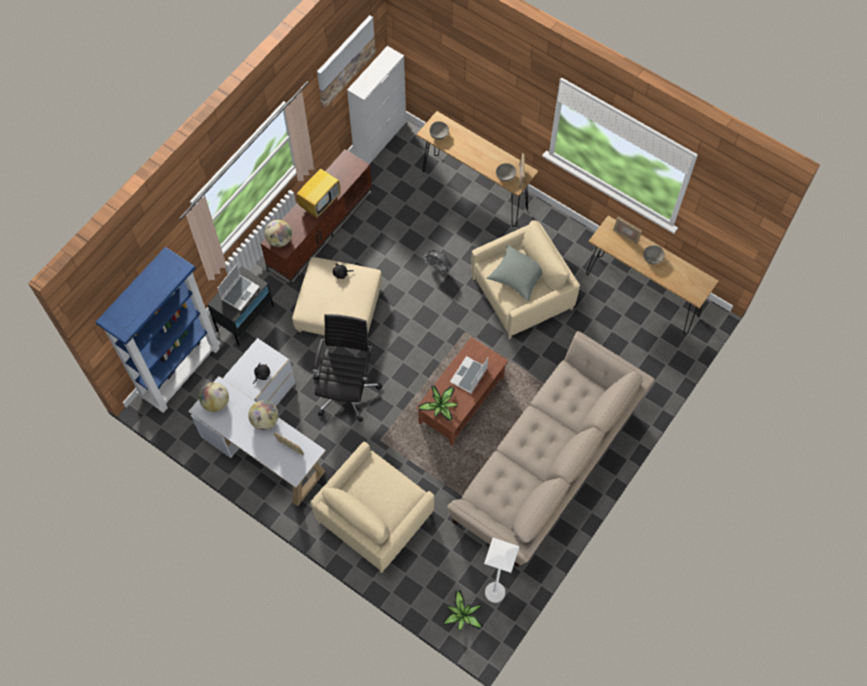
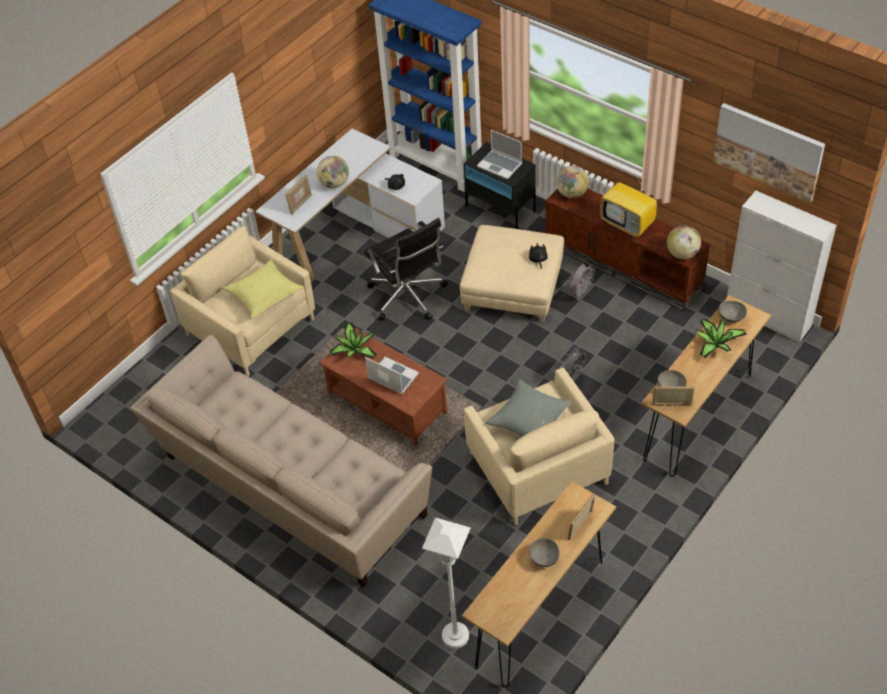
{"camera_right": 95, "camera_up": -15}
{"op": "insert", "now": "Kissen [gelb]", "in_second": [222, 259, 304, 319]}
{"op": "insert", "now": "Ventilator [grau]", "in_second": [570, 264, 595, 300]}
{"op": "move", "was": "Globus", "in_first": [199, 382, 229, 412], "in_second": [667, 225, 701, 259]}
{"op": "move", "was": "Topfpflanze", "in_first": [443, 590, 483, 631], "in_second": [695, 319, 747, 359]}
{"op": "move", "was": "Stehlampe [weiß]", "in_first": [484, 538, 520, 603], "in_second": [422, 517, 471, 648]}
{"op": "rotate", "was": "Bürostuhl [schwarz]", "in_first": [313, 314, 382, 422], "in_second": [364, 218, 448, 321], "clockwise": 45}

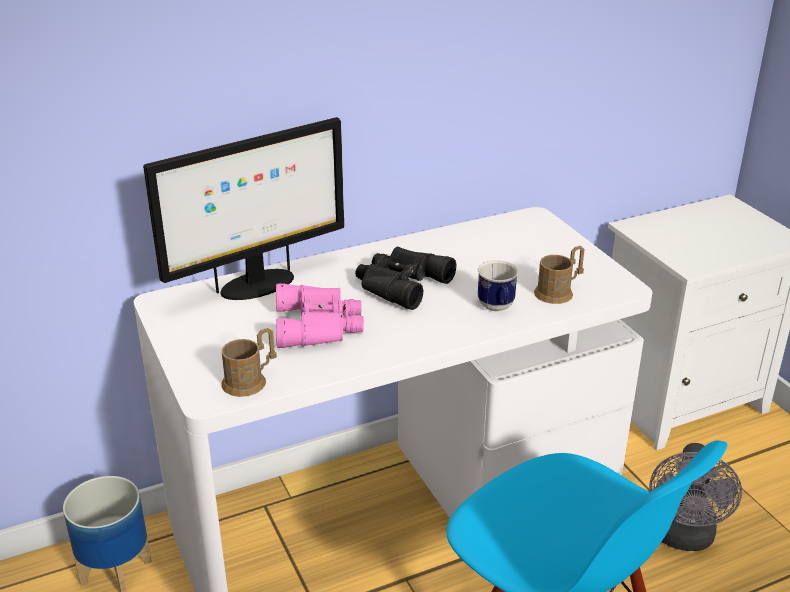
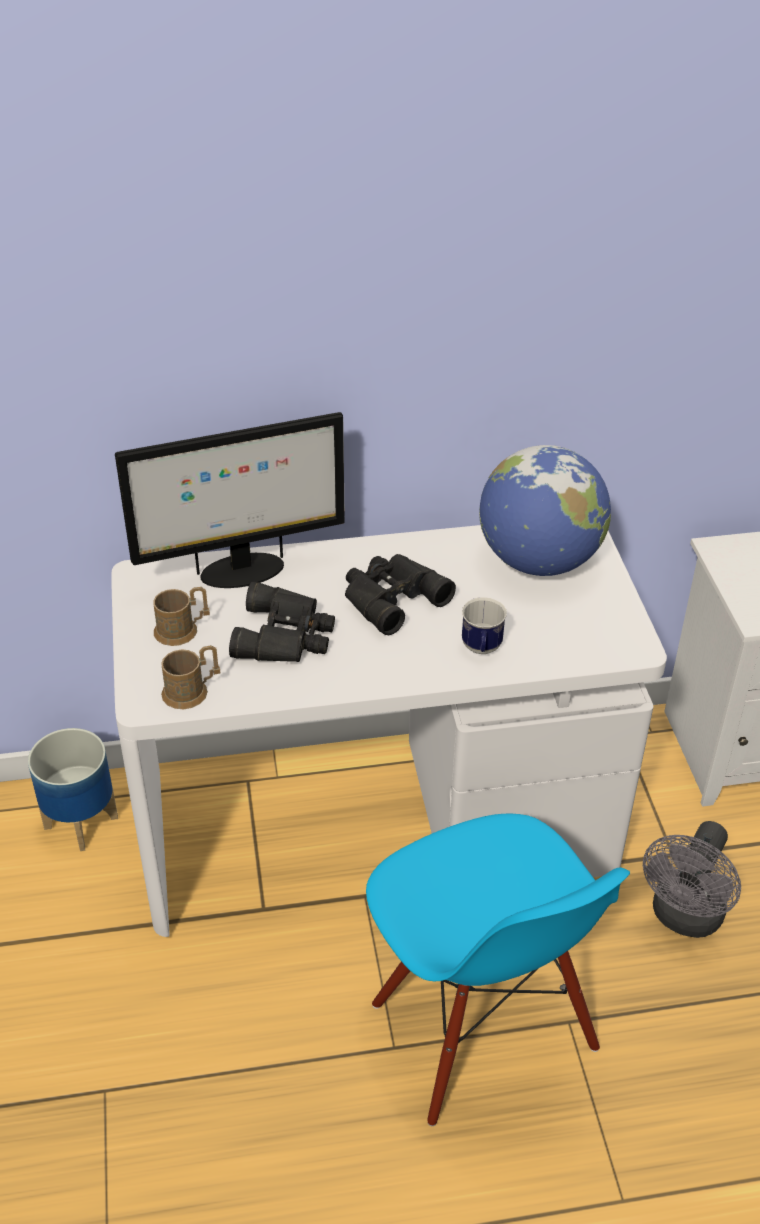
{"camera_right": 15, "camera_up": 10}
{"op": "insert", "now": "Globus", "in_second": [479, 445, 611, 576]}
{"op": "move", "was": "Henkelbecher [braun]", "in_first": [534, 246, 585, 304], "in_second": [153, 587, 210, 646]}
{"op": "recolor", "was": "Fernglas [rosa]", "now": "Fernglas [schwarz]", "in_first": [276, 283, 364, 348], "in_second": [229, 582, 335, 662]}

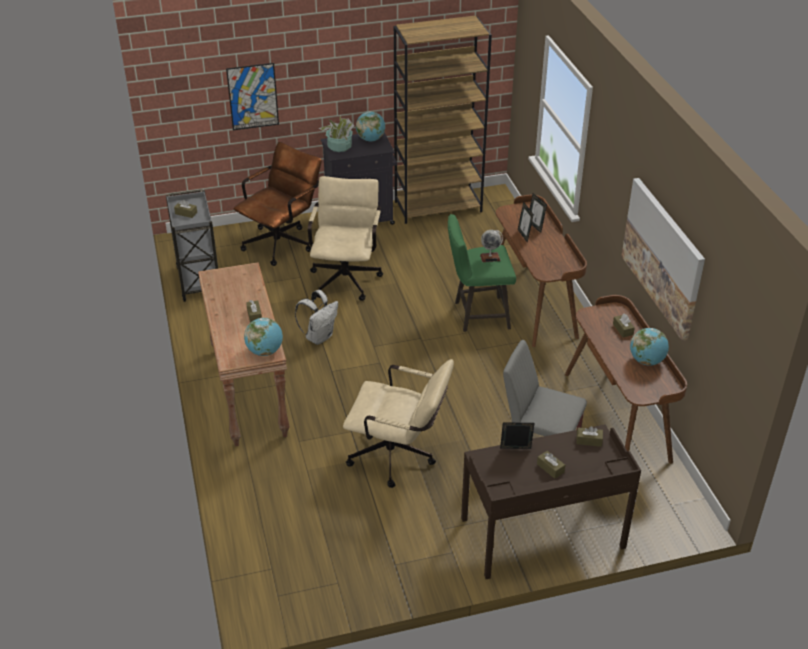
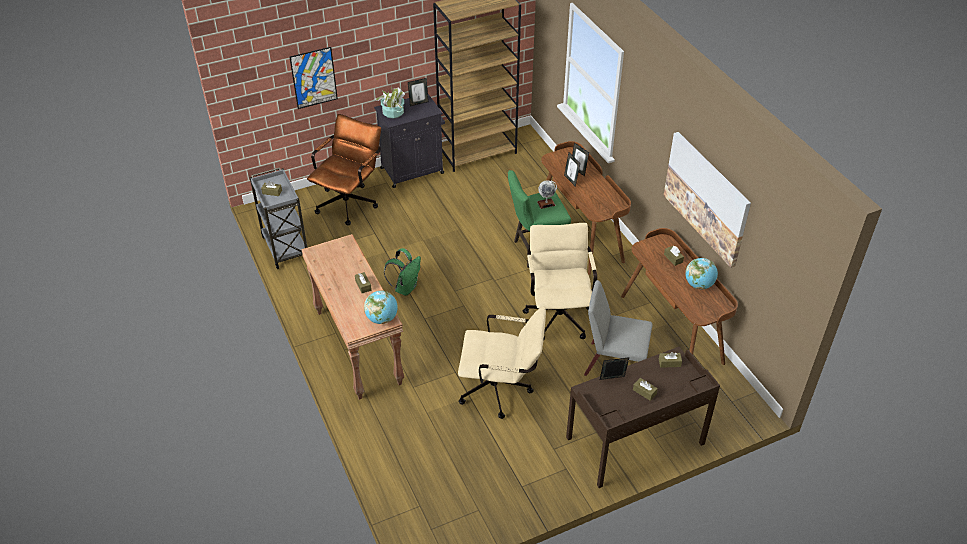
{"camera_right": -10, "camera_up": 5}
{"op": "move", "was": "Bürostuhl [beige]", "in_first": [308, 176, 383, 301], "in_second": [523, 223, 597, 341]}
{"op": "replace", "was": "Globus", "now": "Bilderrahmen", "in_first": [356, 111, 385, 141], "in_second": [408, 78, 429, 106]}
{"op": "recolor", "was": "Rucksack [weiß]", "now": "Rucksack [grün]", "in_first": [295, 290, 338, 345], "in_second": [384, 248, 421, 296]}

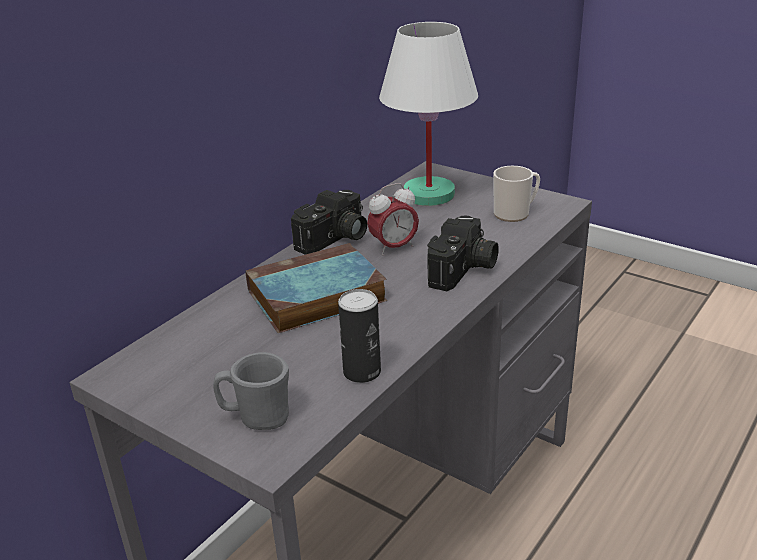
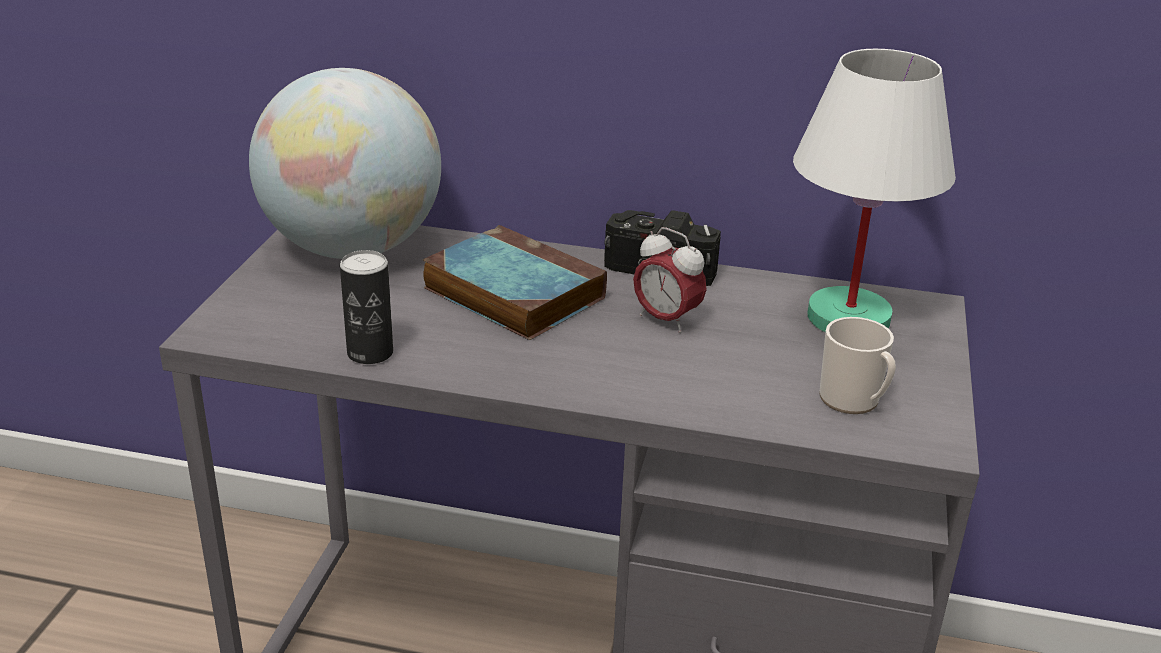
{"camera_right": 65, "camera_up": 0}
{"op": "delete", "was": "Henkelbecher [grau]", "in_first": [213, 352, 289, 430]}
{"op": "delete", "was": "Kamera", "in_first": [427, 215, 499, 291]}
{"op": "insert", "now": "Globus", "in_second": [249, 68, 441, 259]}

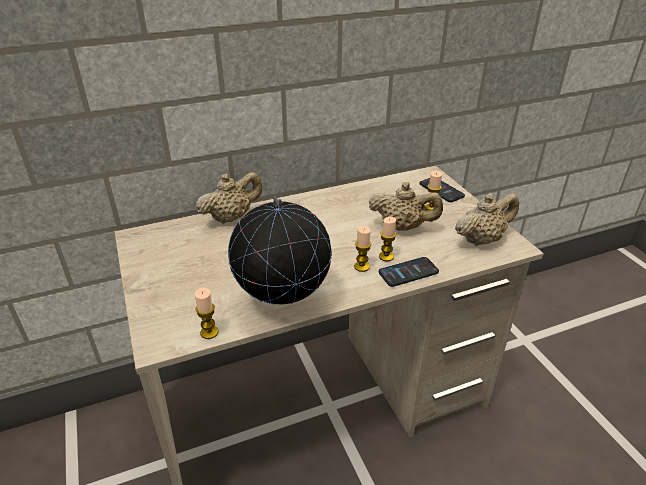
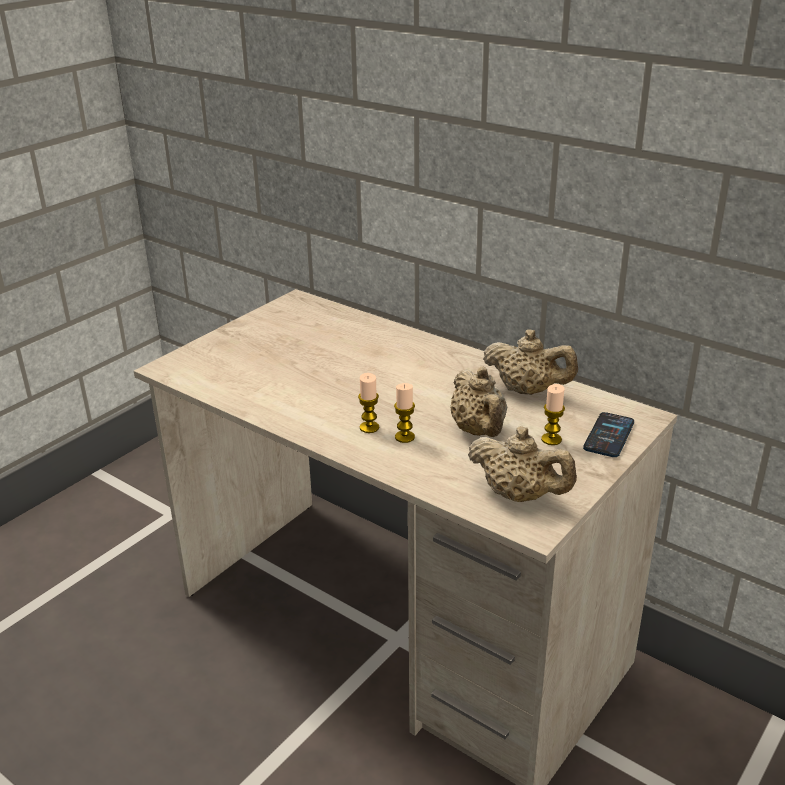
{"camera_right": 60, "camera_up": -5}
{"op": "delete", "was": "Kerze", "in_first": [195, 287, 218, 339]}
{"op": "delete", "was": "Globus", "in_first": [228, 196, 332, 305]}
{"op": "delete", "was": "Handy", "in_first": [379, 257, 439, 287]}
{"op": "move", "was": "Teekanne [beige]", "in_first": [196, 172, 262, 224], "in_second": [483, 329, 578, 395]}

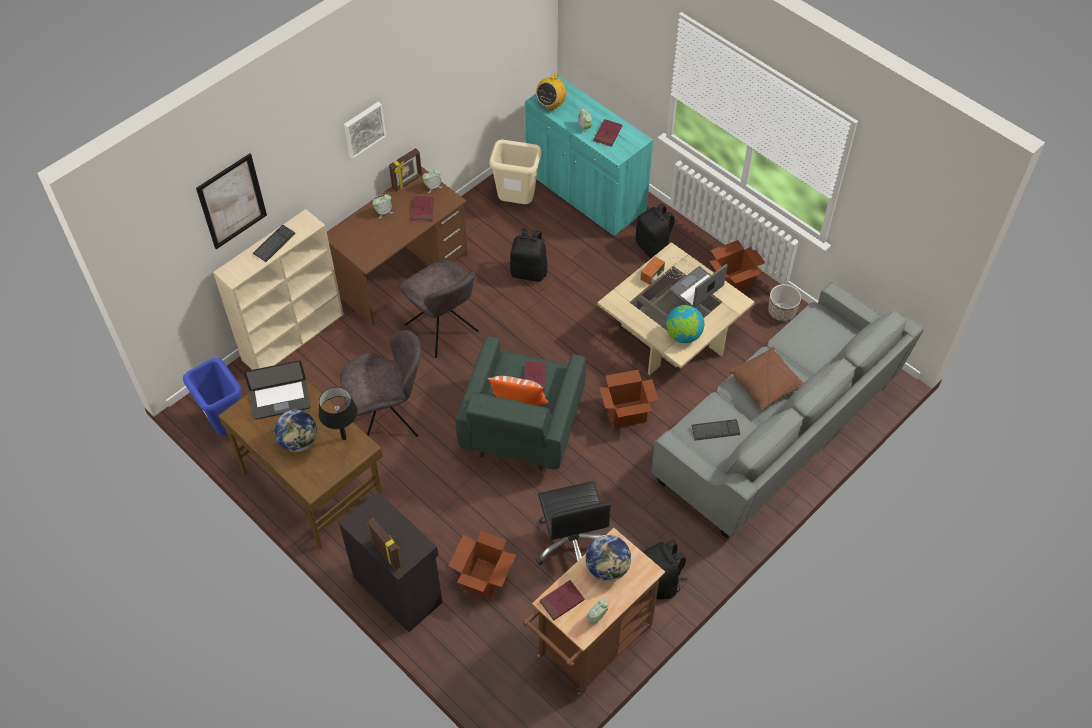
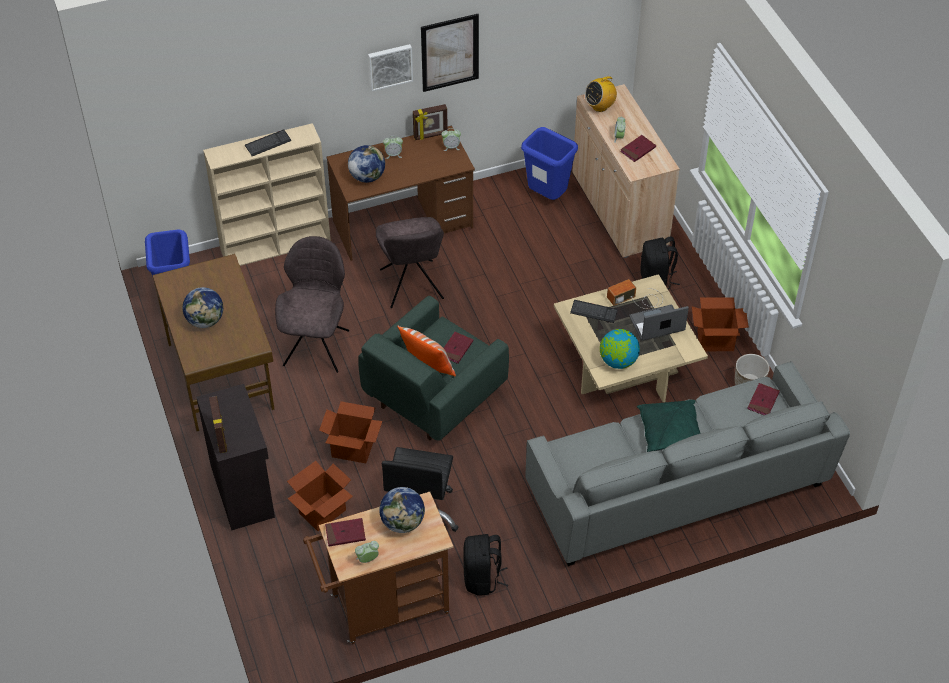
{"camera_right": 25, "camera_up": -5}
{"op": "delete", "was": "Laptop", "in_first": [244, 360, 311, 420]}
{"op": "delete", "was": "Tischlampe [schwarz]", "in_first": [318, 387, 358, 440]}
{"op": "delete", "was": "Rucksack [schwarz]", "in_first": [510, 228, 548, 282]}
{"op": "insert", "now": "Globus", "in_second": [348, 145, 385, 183]}
{"op": "move", "was": "Bild", "in_first": [196, 153, 267, 249], "in_second": [421, 14, 479, 92]}
{"op": "move", "was": "Buch [rot]", "in_first": [412, 196, 434, 222], "in_second": [747, 383, 780, 415]}
{"op": "move", "was": "Karton", "in_first": [599, 370, 659, 428], "in_second": [319, 401, 382, 463]}
{"op": "move", "was": "Tastatur", "in_first": [692, 419, 740, 441], "in_second": [570, 300, 618, 323]}
{"op": "recolor", "was": "Mülleimer [beige]", "now": "Mülleimer [blau]", "in_first": [489, 140, 541, 204], "in_second": [521, 127, 578, 200]}
{"op": "recolor", "was": "Schrank [türkis]", "now": "Schrank [beige]", "in_first": [525, 77, 653, 236], "in_second": [572, 84, 680, 258]}
{"op": "recolor", "was": "Kissen [braun]", "now": "Kissen [grün]", "in_first": [729, 347, 804, 410], "in_second": [637, 400, 701, 452]}
{"op": "rotate", "was": "Stuhl [grau]", "in_first": [340, 330, 421, 437], "in_second": [275, 236, 349, 373], "clockwise": -90}

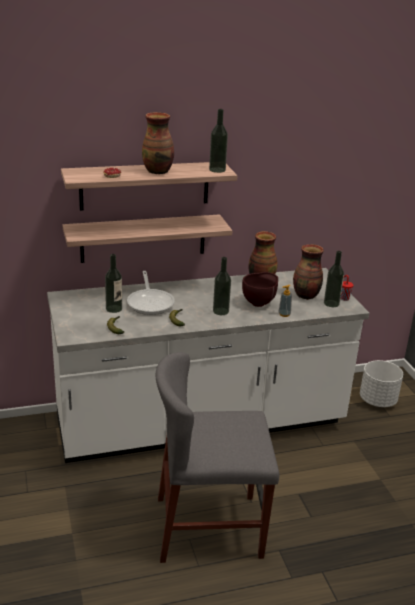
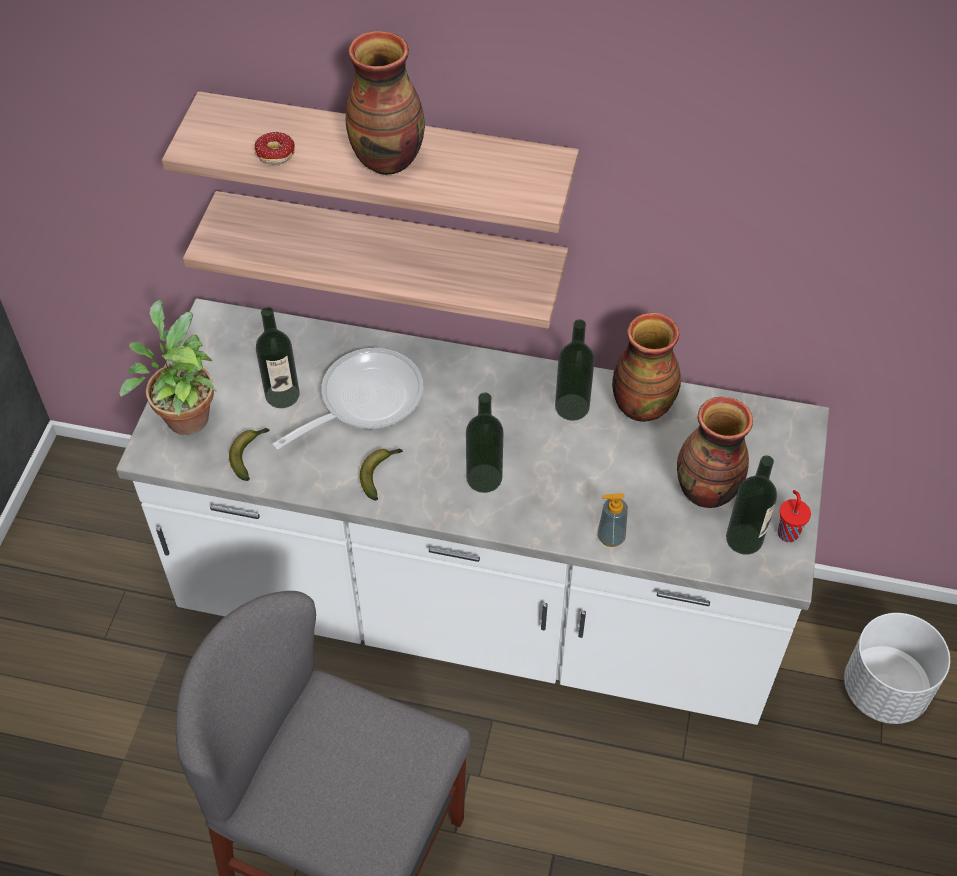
{"camera_right": 30, "camera_up": 25}
{"op": "delete", "was": "Schüssel [braun]", "in_first": [242, 272, 278, 307]}
{"op": "insert", "now": "Topfpflanze", "in_second": [119, 300, 216, 435]}
{"op": "move", "was": "Flasche", "in_first": [209, 109, 228, 173], "in_second": [555, 319, 595, 421]}
{"op": "rotate", "was": "Pfanne", "in_first": [127, 271, 175, 315], "in_second": [272, 348, 423, 450], "clockwise": -150}

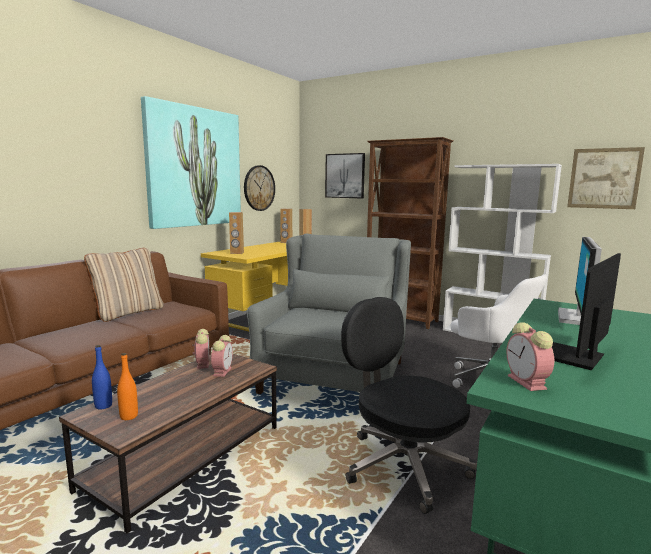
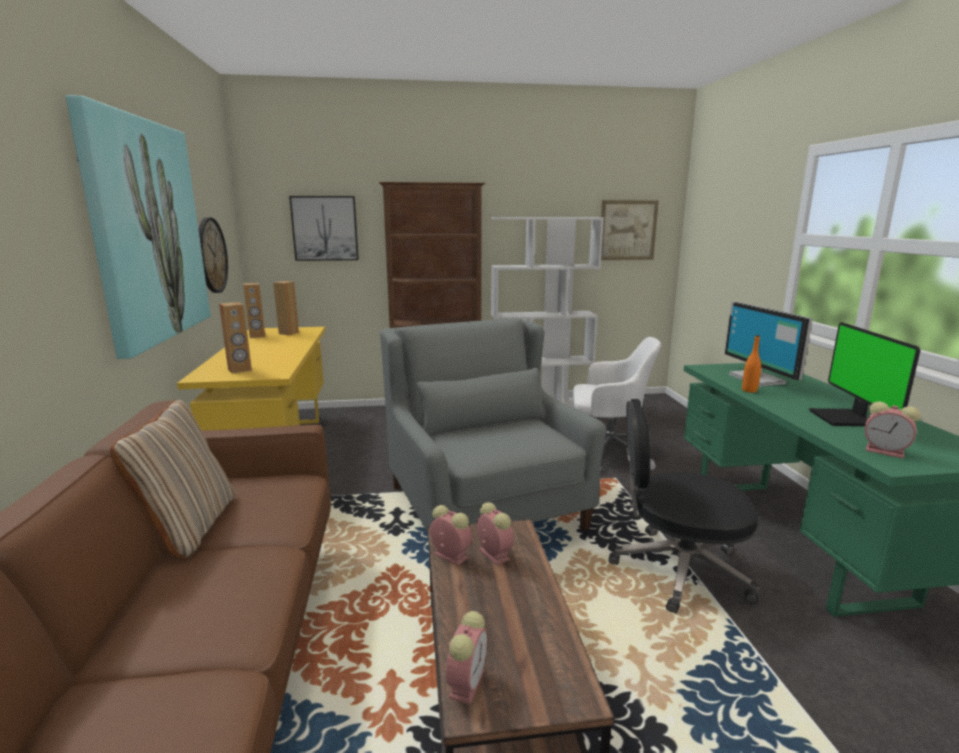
{"camera_right": -40, "camera_up": 5}
{"op": "move", "was": "Flasche [orange]", "in_first": [117, 353, 138, 420], "in_second": [742, 335, 761, 393]}
{"op": "replace", "was": "Flasche [blau]", "now": "Wecker", "in_first": [92, 345, 112, 409], "in_second": [446, 611, 487, 705]}

